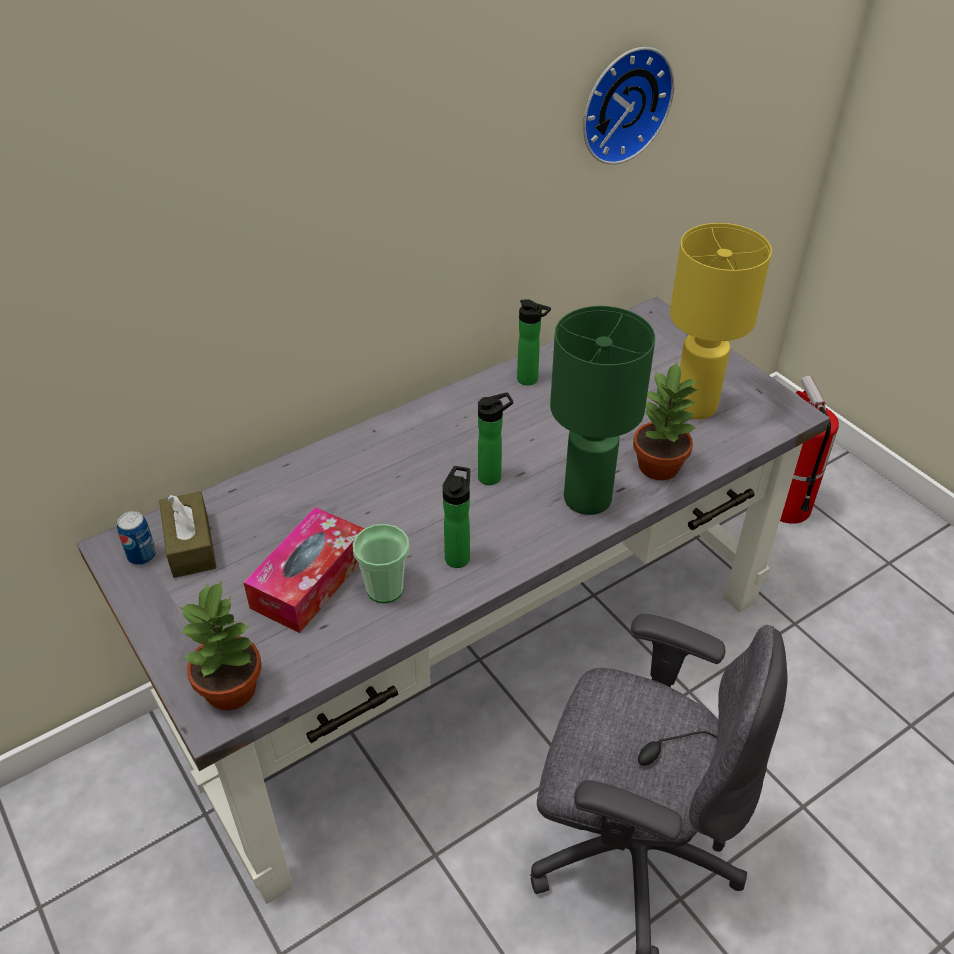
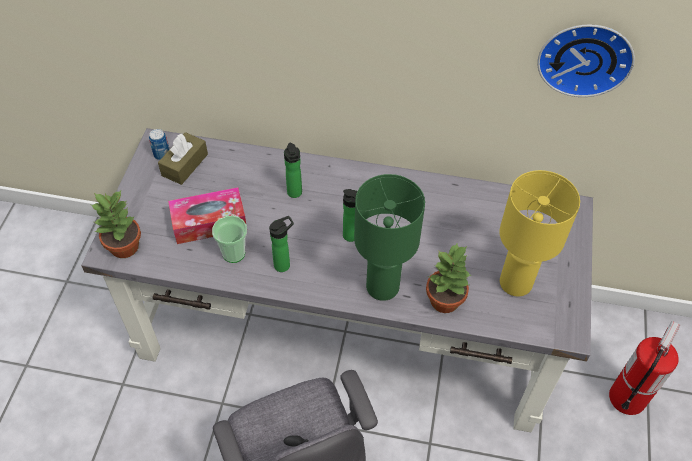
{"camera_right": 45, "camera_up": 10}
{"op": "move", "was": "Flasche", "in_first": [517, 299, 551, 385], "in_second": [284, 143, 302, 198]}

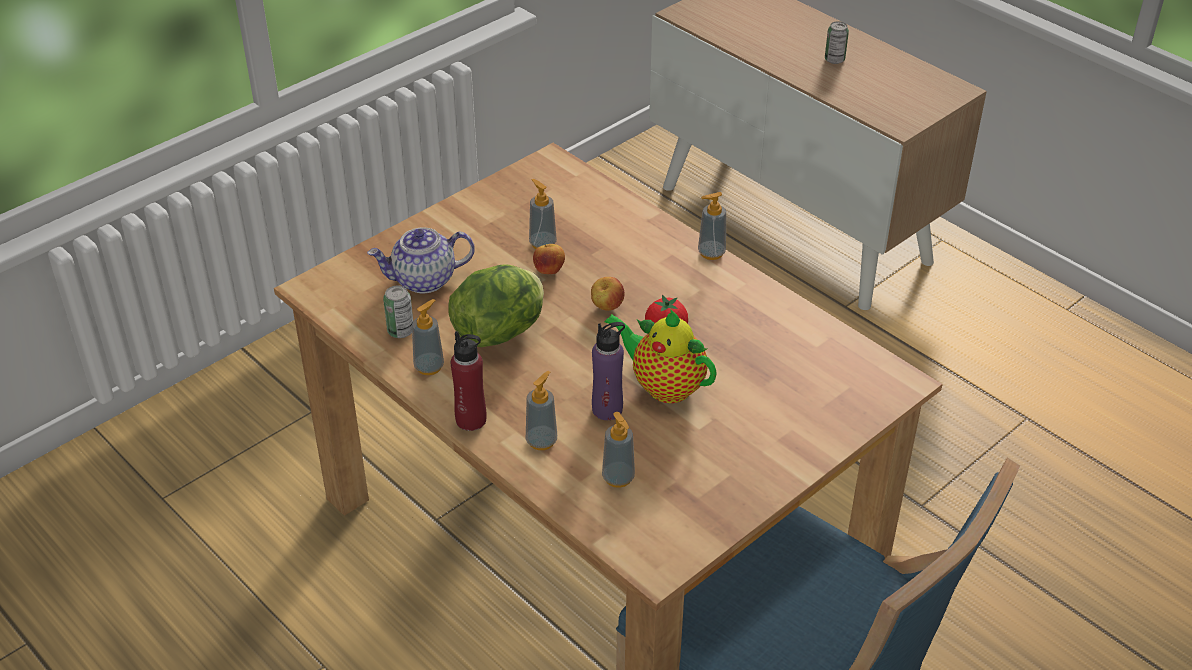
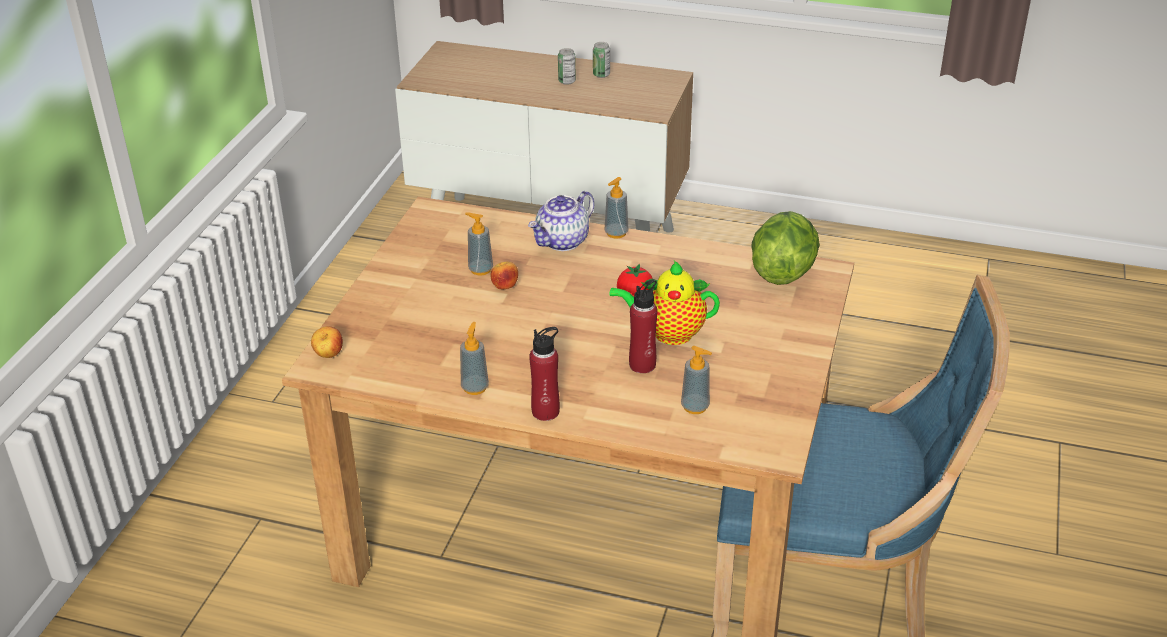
{"camera_right": -30, "camera_up": -5}
{"op": "delete", "was": "Seifenspender", "in_first": [526, 371, 557, 450]}
{"op": "move", "was": "Teekanne", "in_first": [367, 227, 475, 293], "in_second": [528, 191, 594, 251]}
{"op": "move", "was": "Dose", "in_first": [383, 286, 413, 338], "in_second": [593, 42, 610, 78]}
{"op": "move", "was": "Salatkopf", "in_first": [448, 264, 544, 347], "in_second": [752, 211, 820, 285]}
{"op": "move", "was": "Apfel", "in_first": [591, 277, 624, 311], "in_second": [311, 326, 343, 358]}
{"op": "recolor", "was": "Flasche [lila]", "now": "Flasche [rot]", "in_first": [592, 322, 625, 420], "in_second": [629, 279, 658, 373]}

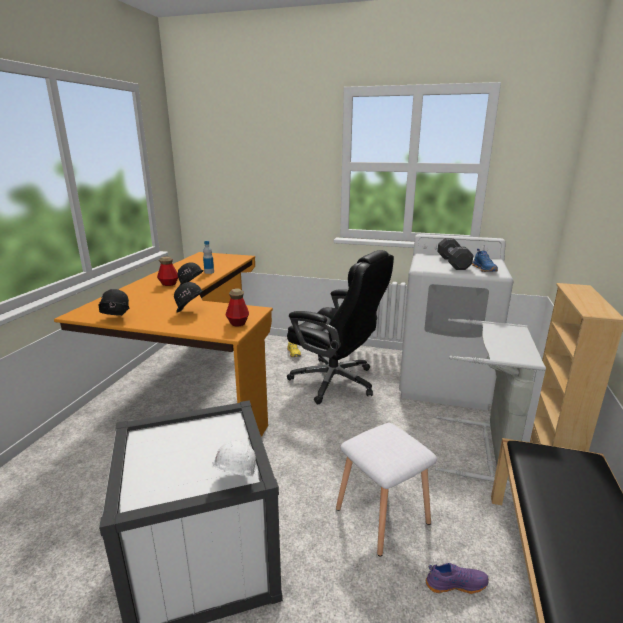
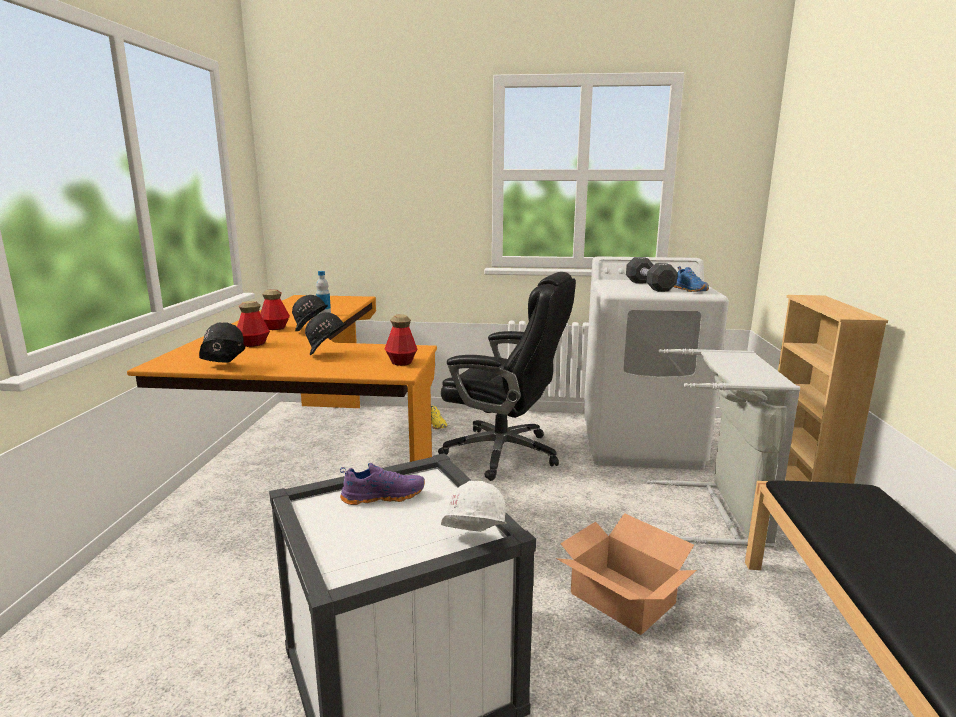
{"camera_right": -10, "camera_up": -5}
{"op": "insert", "now": "Flasche", "in_second": [237, 301, 270, 347]}
{"op": "move", "was": "Schuh [lila]", "in_first": [426, 563, 489, 594], "in_second": [340, 463, 425, 505]}
{"op": "replace", "was": "Hocker [weiß]", "now": "Karton", "in_first": [336, 423, 437, 557], "in_second": [556, 513, 697, 635]}

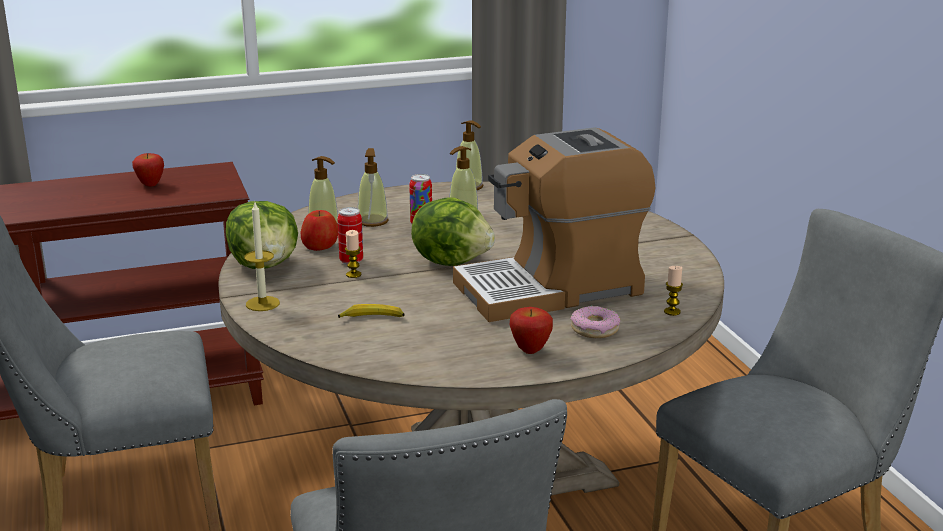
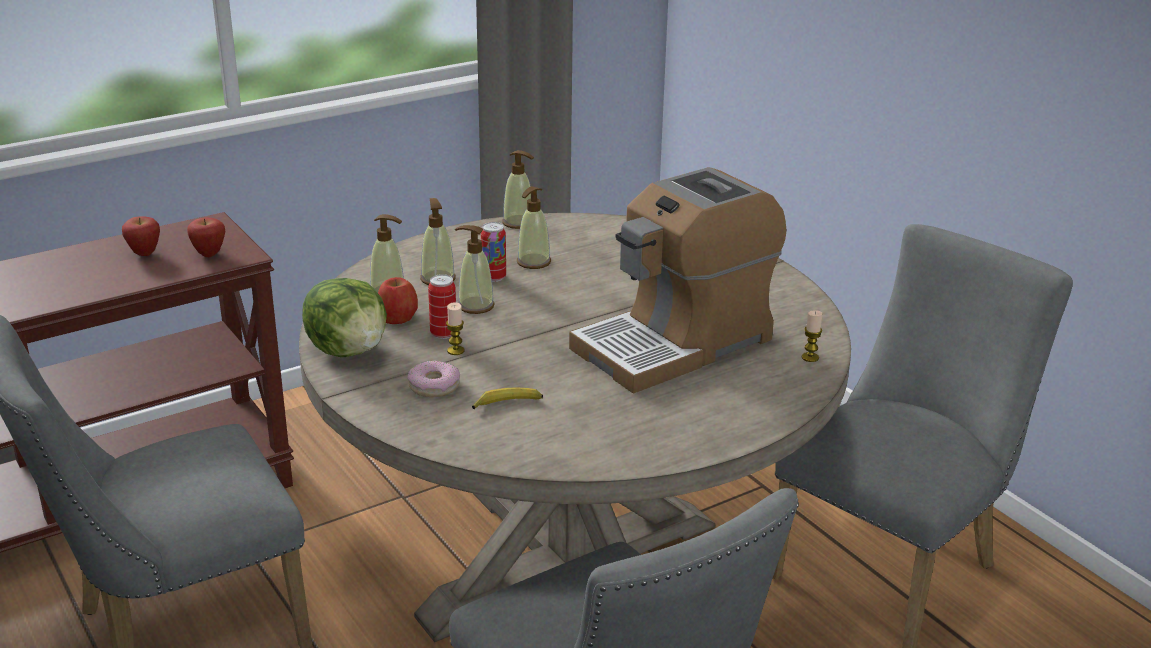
{"camera_right": -15, "camera_up": 5}
{"op": "delete", "was": "Kerze", "in_first": [244, 202, 280, 311]}
{"op": "delete", "was": "Salatkopf", "in_first": [411, 197, 495, 266]}
{"op": "insert", "now": "Seifenspender", "in_second": [455, 225, 495, 314]}
{"op": "move", "was": "Apfel", "in_first": [510, 307, 553, 354], "in_second": [187, 217, 226, 257]}
{"op": "move", "was": "Donut", "in_first": [570, 306, 620, 338], "in_second": [407, 361, 460, 397]}

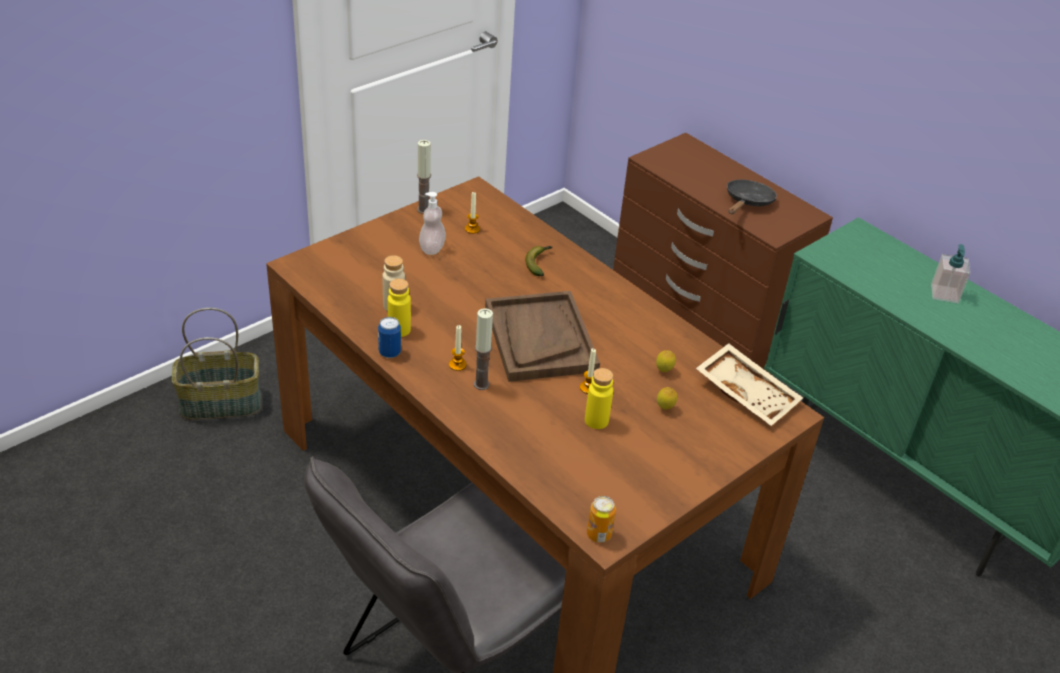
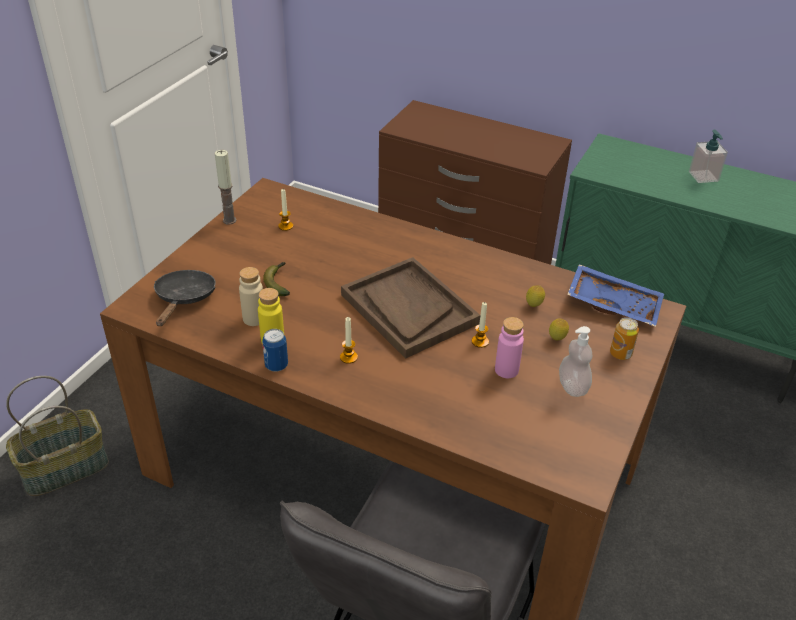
{"camera_right": -20, "camera_up": 0}
{"op": "delete", "was": "Kerze", "in_first": [474, 308, 493, 390]}
{"op": "move", "was": "Seifenspender", "in_first": [419, 192, 446, 255], "in_second": [559, 326, 592, 397]}
{"op": "move", "was": "Banane", "in_first": [525, 246, 552, 276], "in_second": [263, 262, 290, 296]}
{"op": "move", "was": "Dose", "in_first": [587, 496, 616, 543], "in_second": [610, 318, 639, 360]}
{"op": "move", "was": "Pfanne [schwarz]", "in_first": [727, 180, 777, 214], "in_second": [154, 270, 215, 326]}
{"op": "recolor", "was": "Flasche [gelb]", "now": "Flasche [rosa]", "in_first": [585, 368, 613, 429], "in_second": [495, 317, 524, 378]}
{"op": "recolor", "was": "Tablett [beige]", "now": "Tablett [blau]", "in_first": [696, 343, 803, 426], "in_second": [567, 264, 664, 327]}

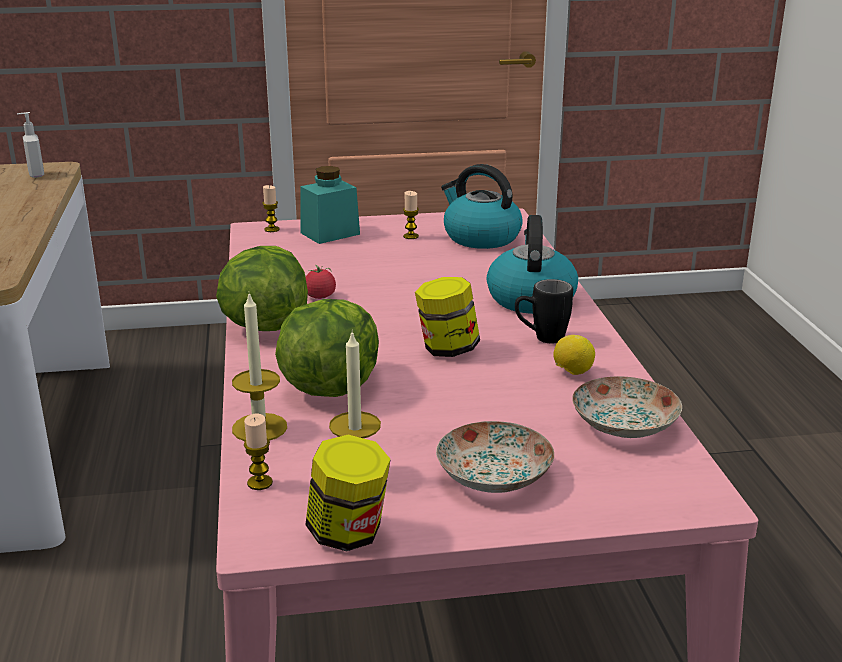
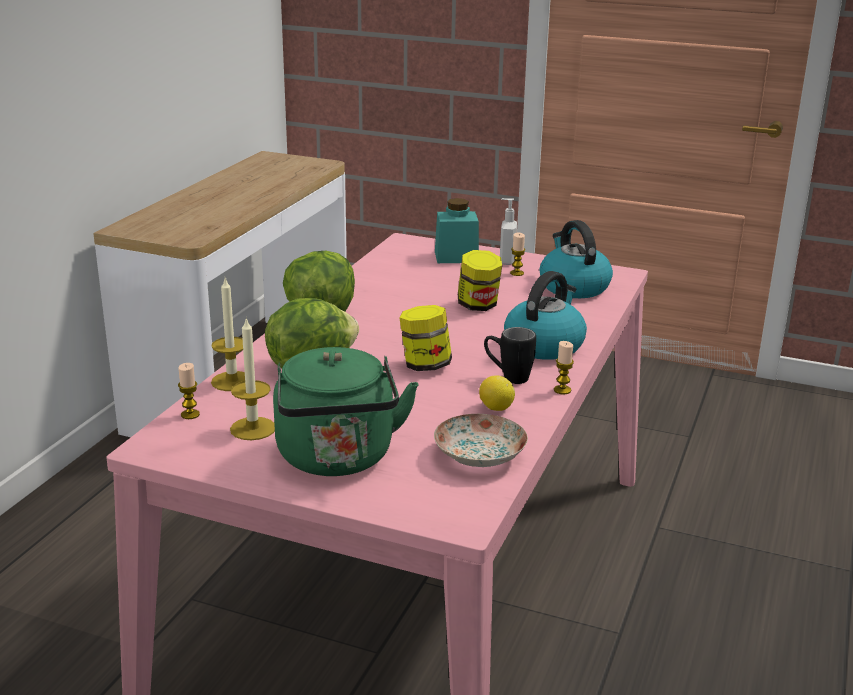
{"camera_right": 30, "camera_up": 0}
{"op": "delete", "was": "Tomate", "in_first": [305, 265, 336, 299]}
{"op": "move", "was": "Seifenspender", "in_first": [17, 112, 44, 178], "in_second": [500, 198, 517, 265]}
{"op": "move", "was": "Kerze", "in_first": [262, 185, 280, 232], "in_second": [554, 341, 574, 394]}
{"op": "move", "was": "Vorratsglas", "in_first": [305, 435, 391, 551], "in_second": [458, 250, 502, 311]}
{"op": "replace", "was": "Teller", "now": "Wasserkessel [grün]", "in_first": [436, 421, 554, 493], "in_second": [273, 347, 419, 476]}

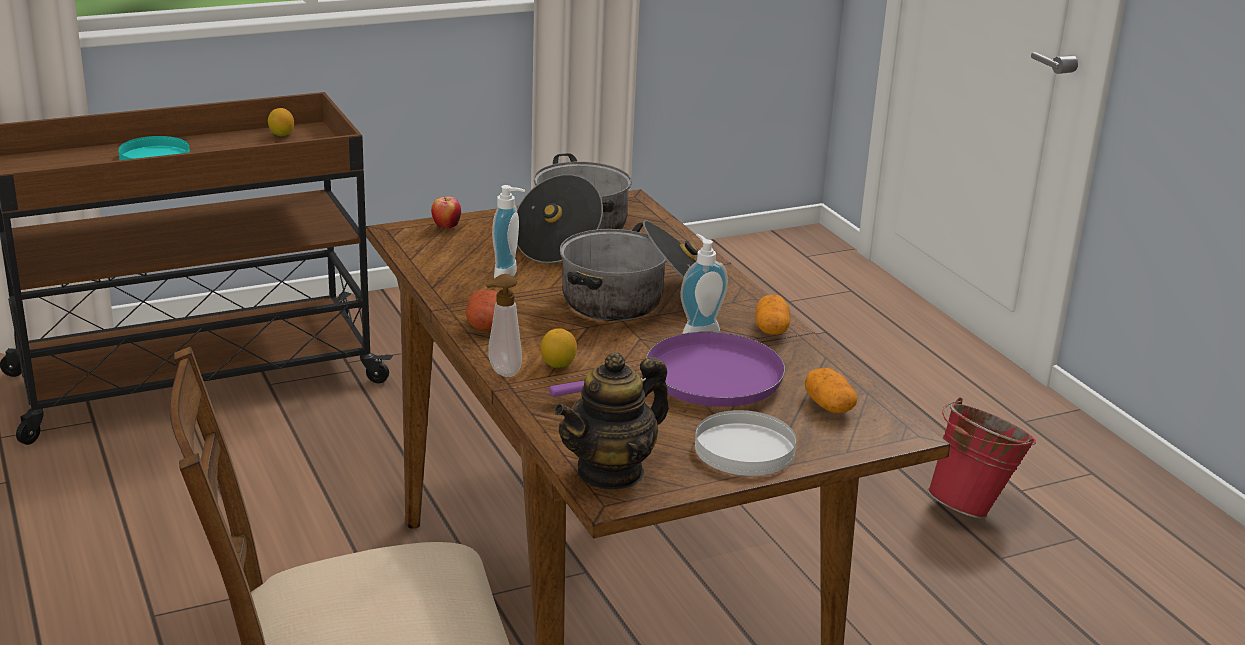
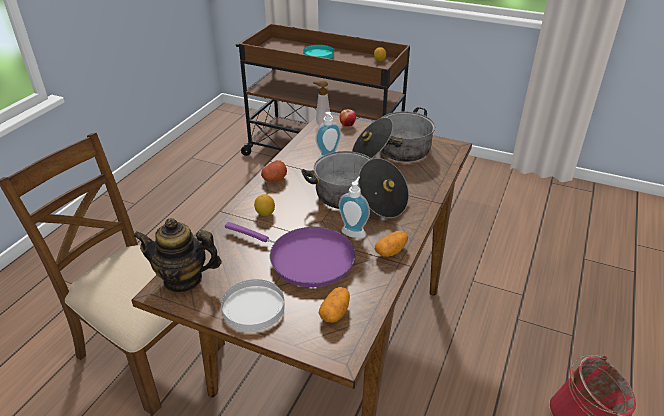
{"camera_right": 50, "camera_up": 10}
{"op": "move", "was": "Seifenspender", "in_first": [483, 274, 522, 377], "in_second": [313, 81, 330, 126]}

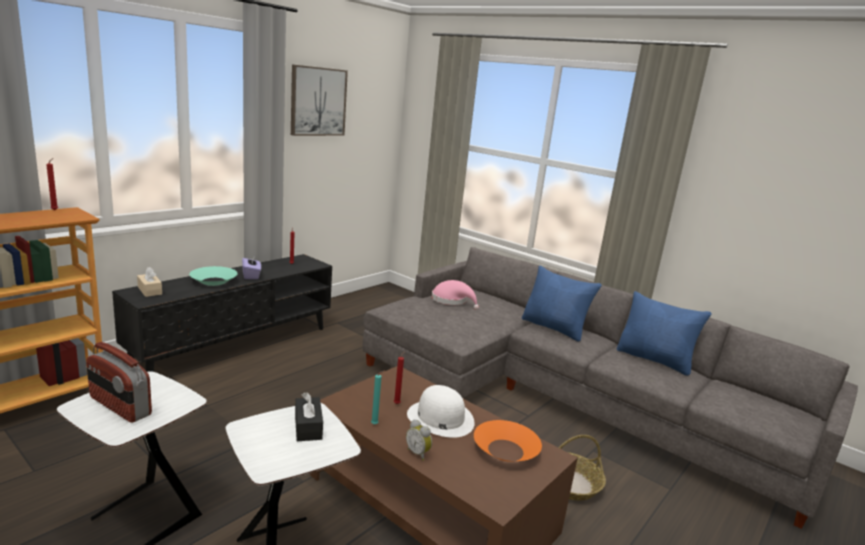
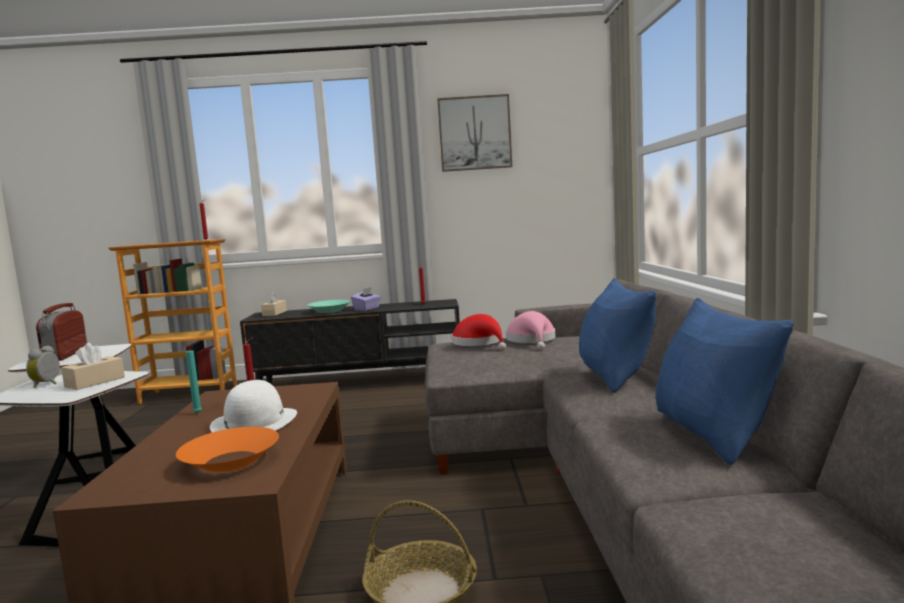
{"camera_right": 50, "camera_up": -10}
{"op": "insert", "now": "Hut [rot]", "in_second": [452, 314, 506, 350]}
{"op": "move", "was": "Wecker", "in_first": [406, 419, 432, 461], "in_second": [26, 345, 60, 388]}
{"op": "recolor", "was": "Taschentuchbox [schwarz]", "now": "Taschentuchbox [beige]", "in_first": [295, 392, 323, 441], "in_second": [61, 343, 125, 390]}

